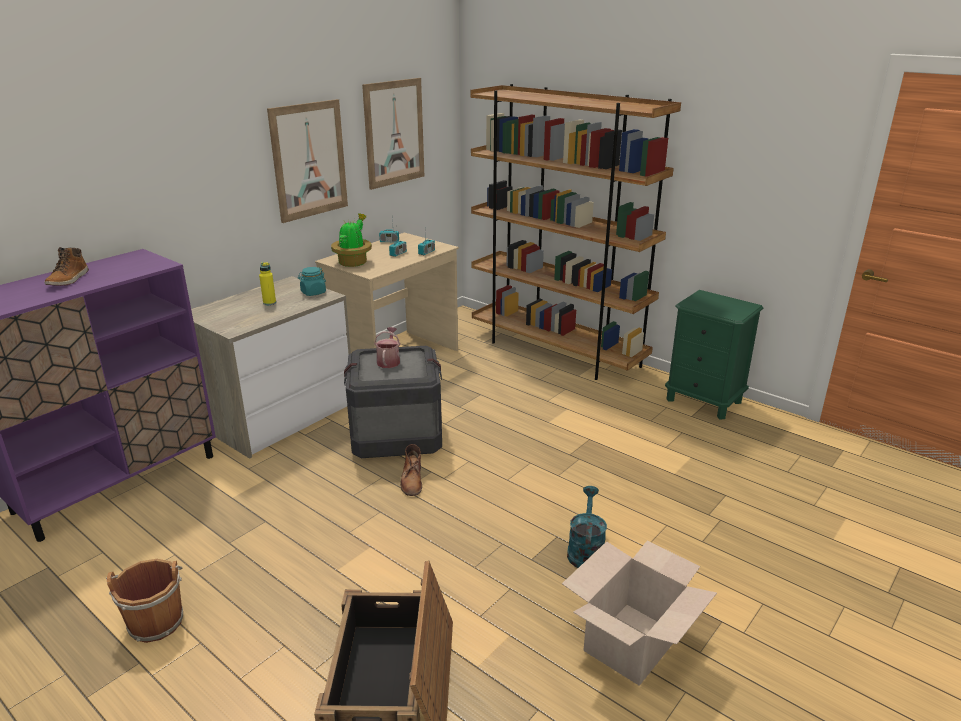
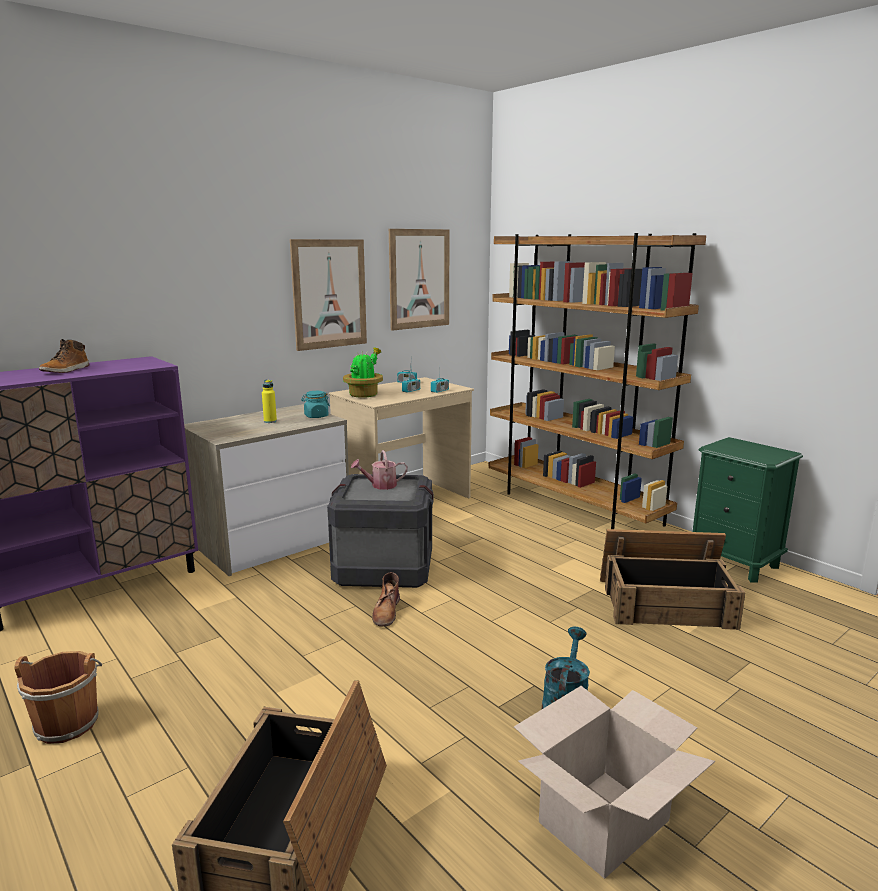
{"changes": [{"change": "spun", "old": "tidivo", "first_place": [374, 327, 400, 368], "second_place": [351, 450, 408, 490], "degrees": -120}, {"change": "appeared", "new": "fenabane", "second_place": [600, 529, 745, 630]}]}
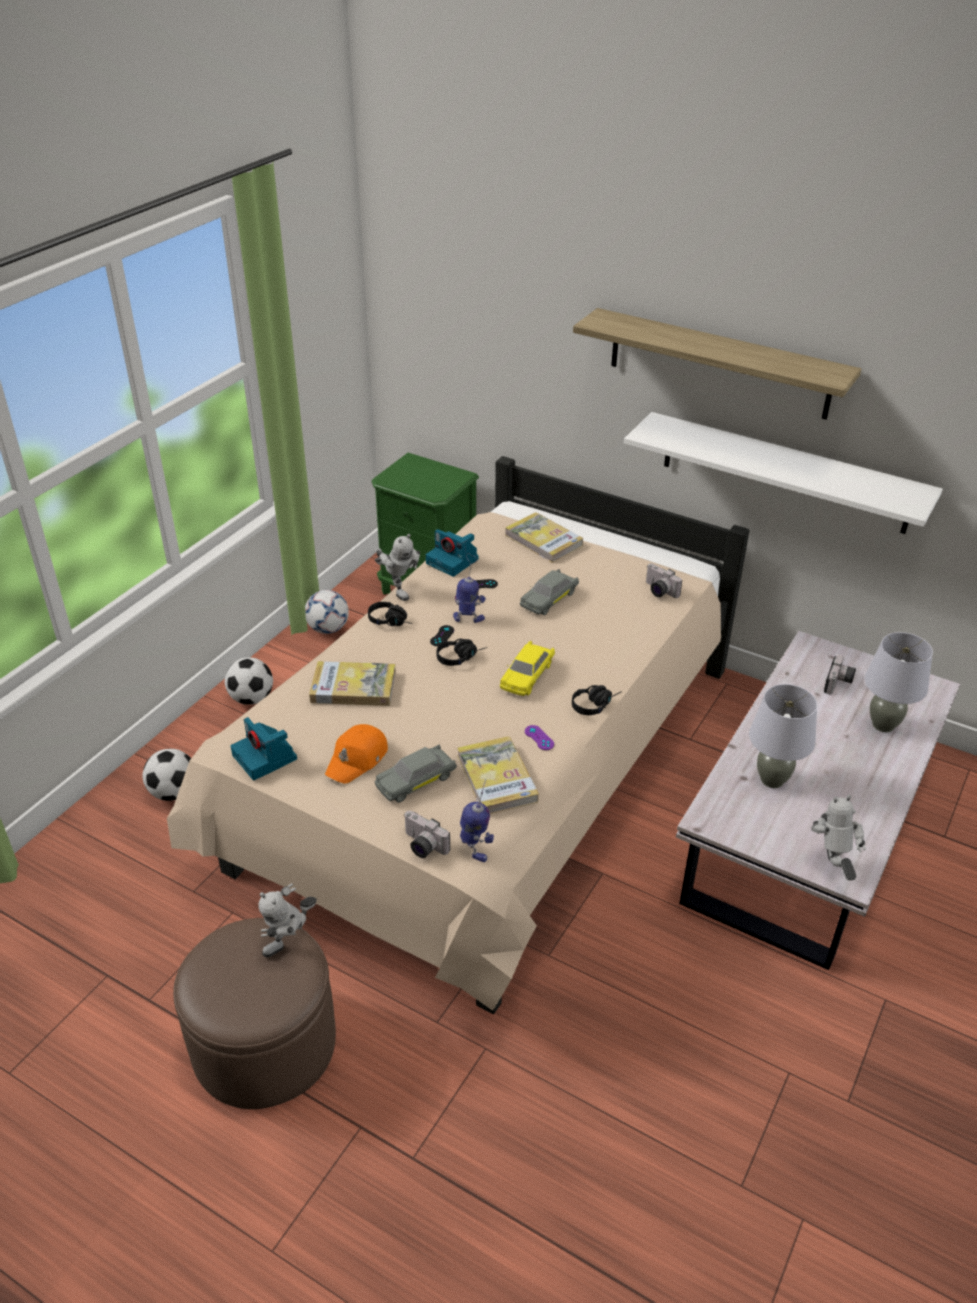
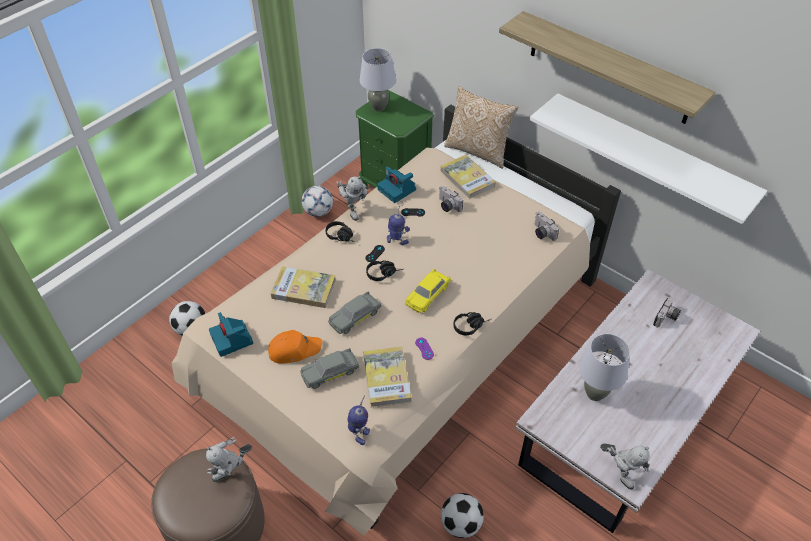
{"changes": [{"change": "relocated", "old": "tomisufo", "first_place": [225, 658, 273, 705], "second_place": [441, 493, 484, 538]}, {"change": "spun", "old": "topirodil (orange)", "first_place": [325, 724, 388, 784], "second_place": [268, 330, 322, 364], "degrees": -150}, {"change": "relocated", "old": "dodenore", "first_place": [404, 811, 450, 858], "second_place": [439, 186, 463, 212]}, {"change": "relocated", "old": "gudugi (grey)", "first_place": [520, 569, 579, 615], "second_place": [328, 291, 381, 334]}, {"change": "spun", "old": "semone", "first_place": [811, 795, 866, 881], "second_place": [600, 443, 650, 490], "degrees": 135}, {"change": "relocated", "old": "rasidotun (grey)", "first_place": [864, 632, 933, 732], "second_place": [360, 48, 396, 111]}, {"change": "appeared", "new": "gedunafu", "second_place": [444, 86, 519, 169]}]}
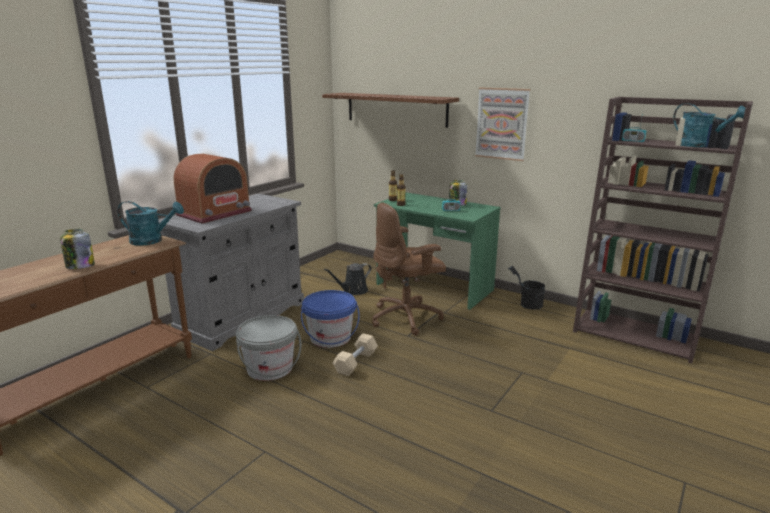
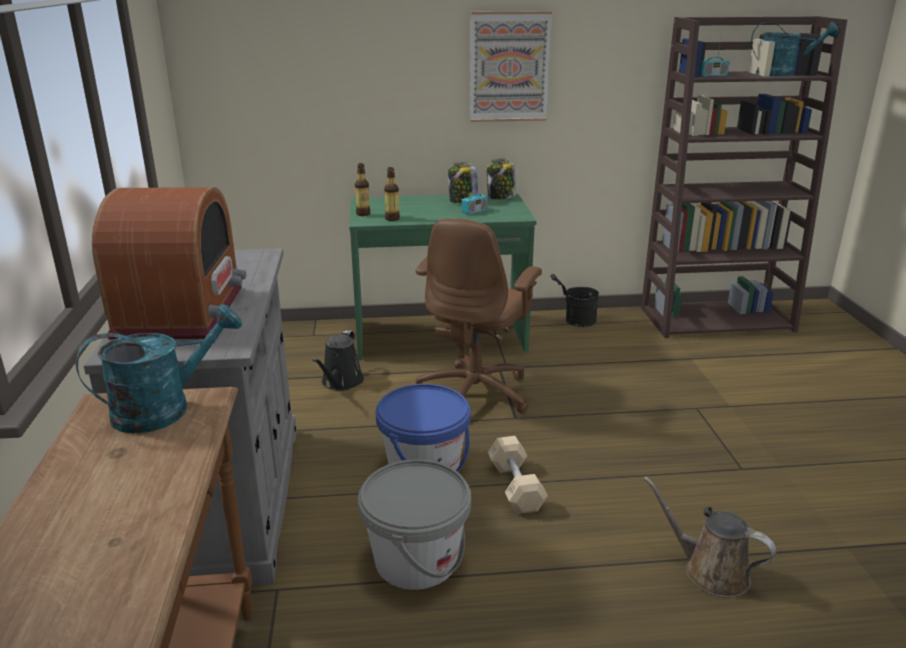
{"changes": [{"change": "relocated", "old": "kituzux", "first_place": [60, 229, 95, 269], "second_place": [487, 159, 516, 199]}, {"change": "missing", "old": "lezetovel", "first_place": [322, 93, 459, 128]}, {"change": "appeared", "new": "tidivo (brown)", "second_place": [644, 477, 776, 598]}]}
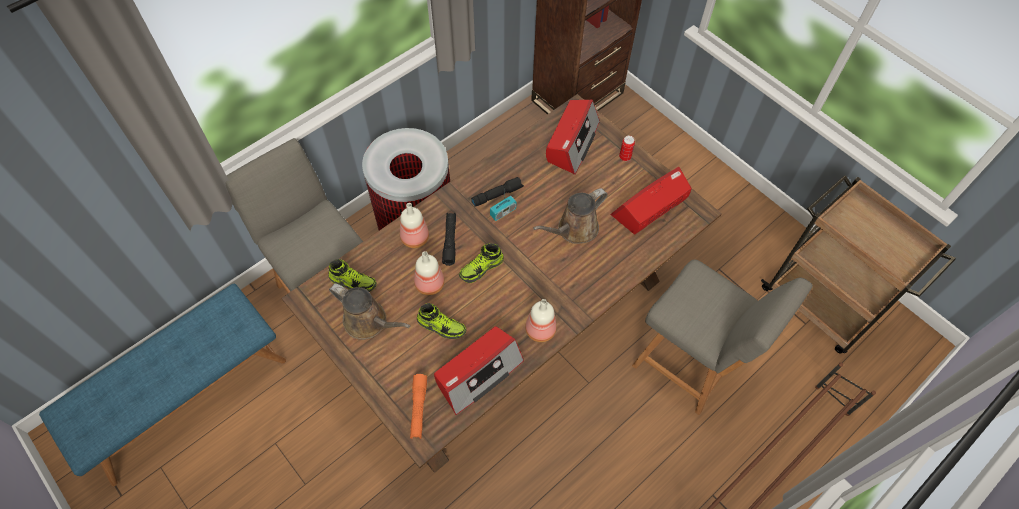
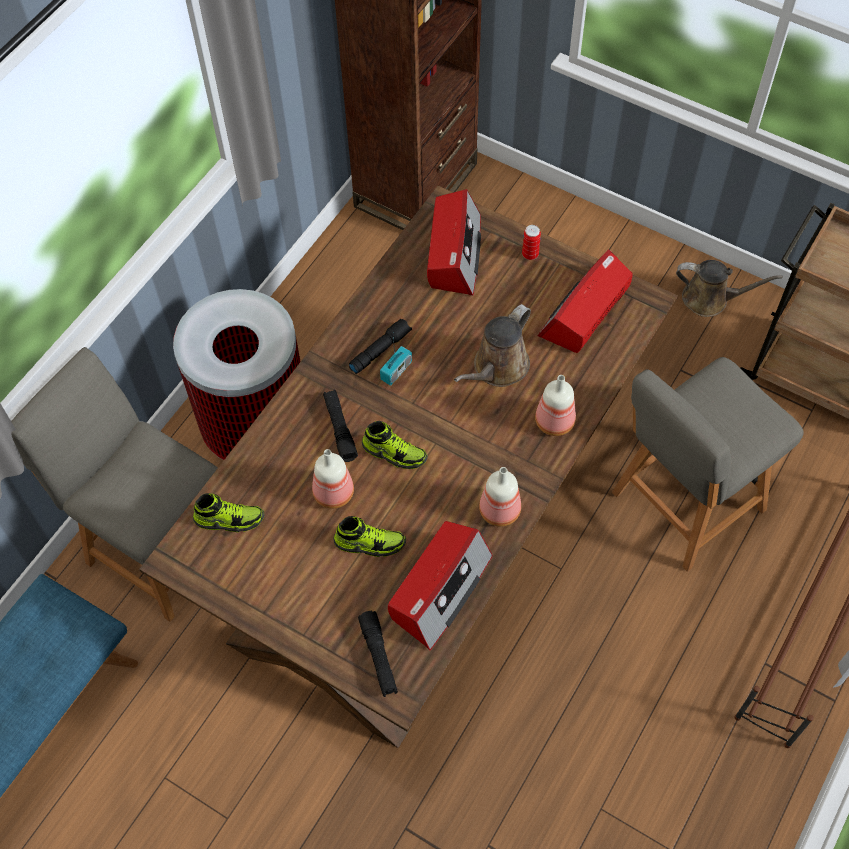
{"changes": [{"change": "relocated", "old": "tidivo (brown)", "first_place": [329, 283, 410, 340], "second_place": [676, 260, 783, 317]}, {"change": "relocated", "old": "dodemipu", "first_place": [400, 203, 429, 248], "second_place": [535, 375, 576, 436]}, {"change": "colour", "old": "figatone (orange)", "new": "figatone (black)", "first_place": [410, 374, 427, 439], "second_place": [358, 611, 398, 697]}, {"change": "spun", "old": "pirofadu", "first_place": [459, 243, 504, 283], "second_place": [362, 421, 428, 469], "degrees": -105}, {"change": "spun", "old": "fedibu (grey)", "first_place": [632, 259, 813, 415], "second_place": [612, 357, 804, 572], "degrees": 120}]}
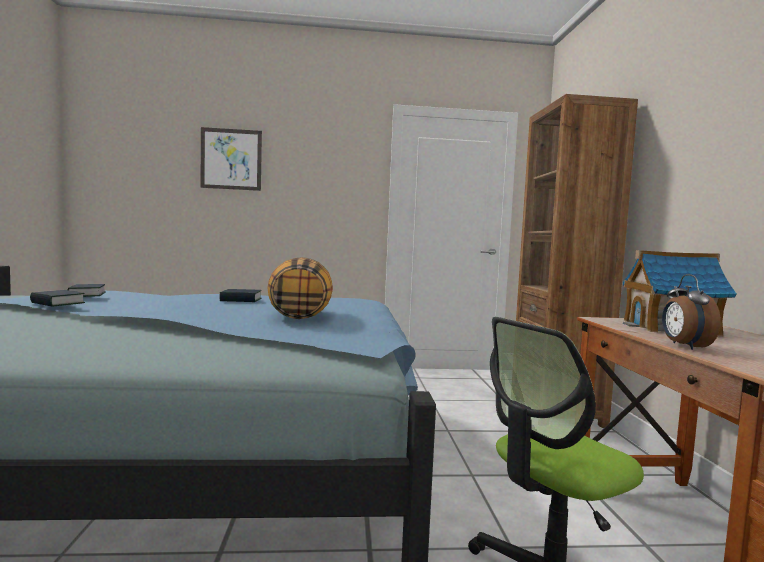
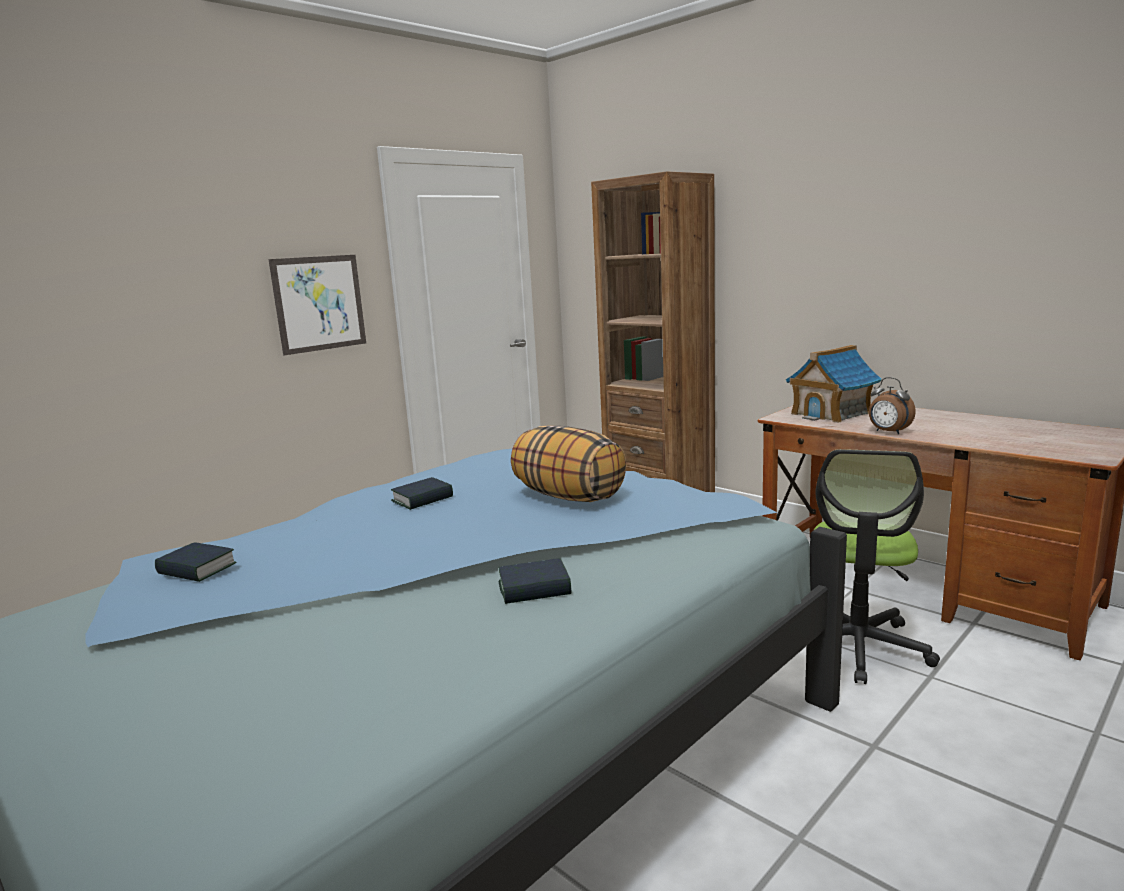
{"changes": [{"change": "relocated", "old": "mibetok", "first_place": [30, 290, 85, 307], "second_place": [499, 558, 571, 604]}, {"change": "relocated", "old": "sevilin", "first_place": [200, 127, 262, 191], "second_place": [268, 255, 366, 355]}]}
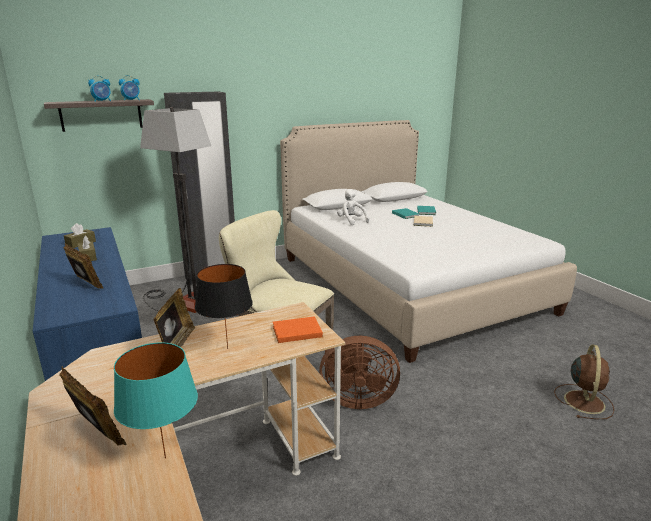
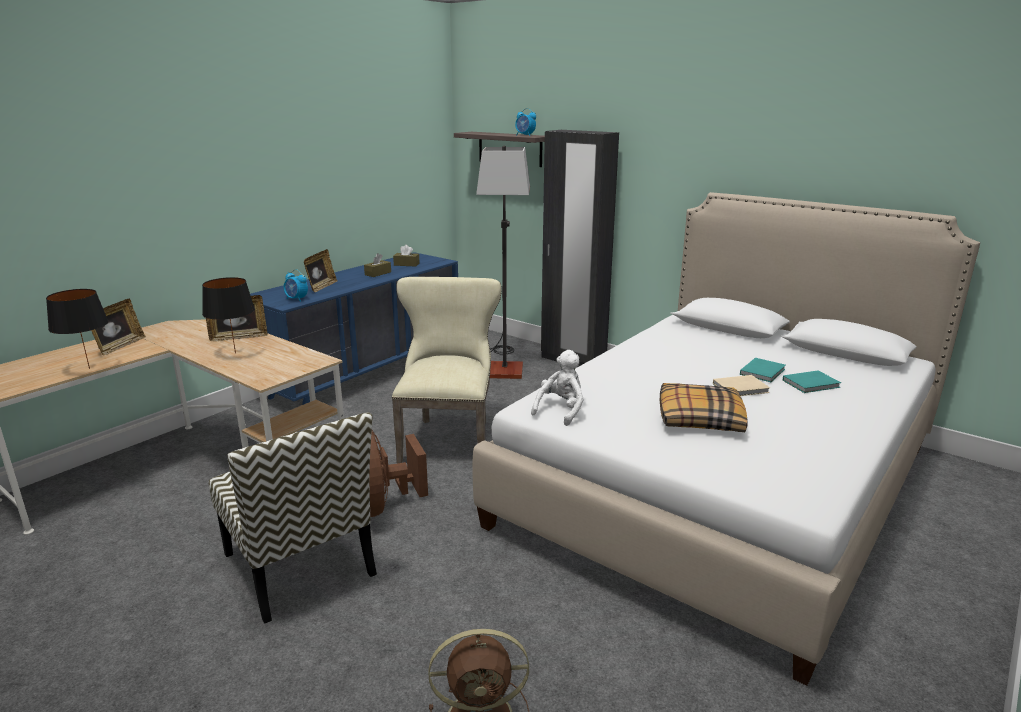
{"changes": [{"change": "relocated", "old": "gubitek", "first_place": [88, 76, 111, 102], "second_place": [284, 269, 308, 302]}, {"change": "colour", "old": "rasidotun (turquoise)", "new": "rasidotun (black)", "first_place": [114, 342, 198, 459], "second_place": [46, 289, 108, 369]}, {"change": "missing", "old": "mibetok (orange)", "first_place": [273, 316, 323, 343]}, {"change": "relocated", "old": "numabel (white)", "first_place": [337, 189, 369, 225], "second_place": [531, 350, 583, 426]}, {"change": "appeared", "new": "fedibu", "second_place": [209, 412, 377, 624]}, {"change": "appeared", "new": "gedunafu", "second_place": [660, 383, 748, 432]}]}
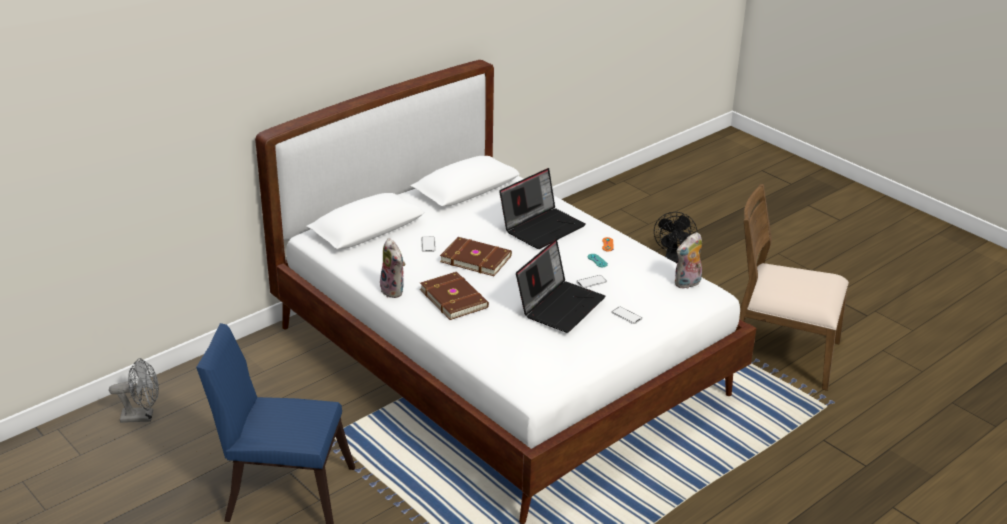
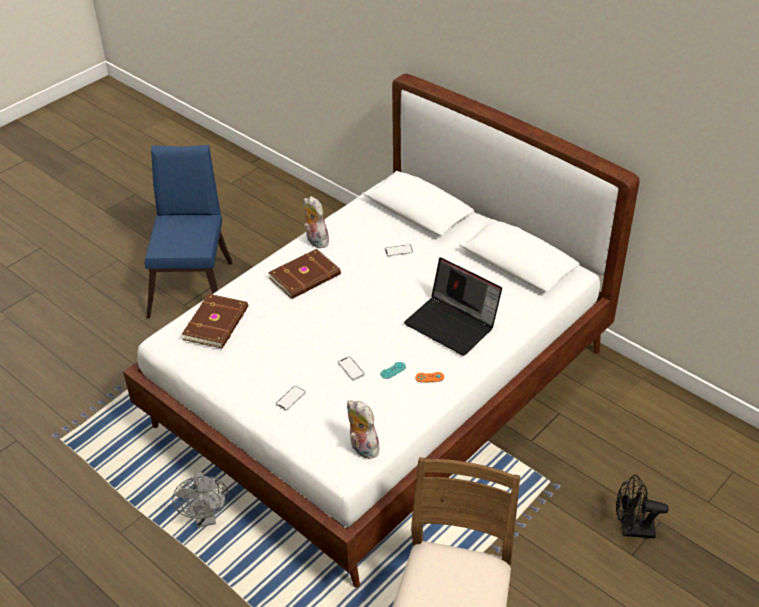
{"changes": [{"change": "relocated", "old": "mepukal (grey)", "first_place": [109, 358, 159, 423], "second_place": [172, 471, 229, 527]}, {"change": "spun", "old": "numabel", "first_place": [380, 238, 406, 298], "second_place": [303, 196, 329, 248], "degrees": 90}, {"change": "relocated", "old": "mibetok (brown)", "first_place": [440, 237, 512, 276], "second_place": [182, 294, 248, 349]}, {"change": "missing", "old": "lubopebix", "first_place": [516, 239, 606, 333]}]}
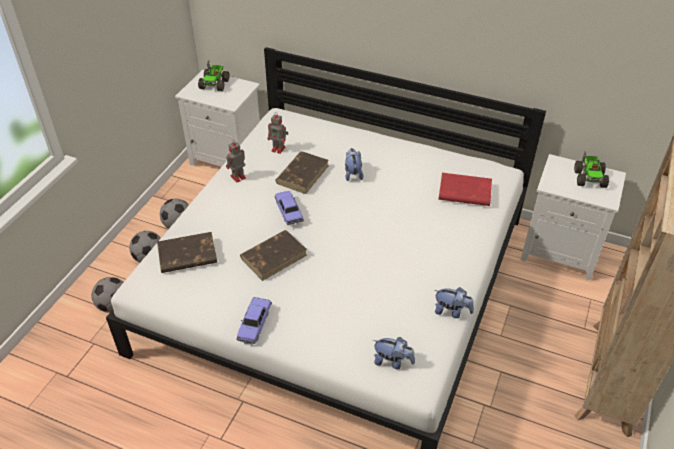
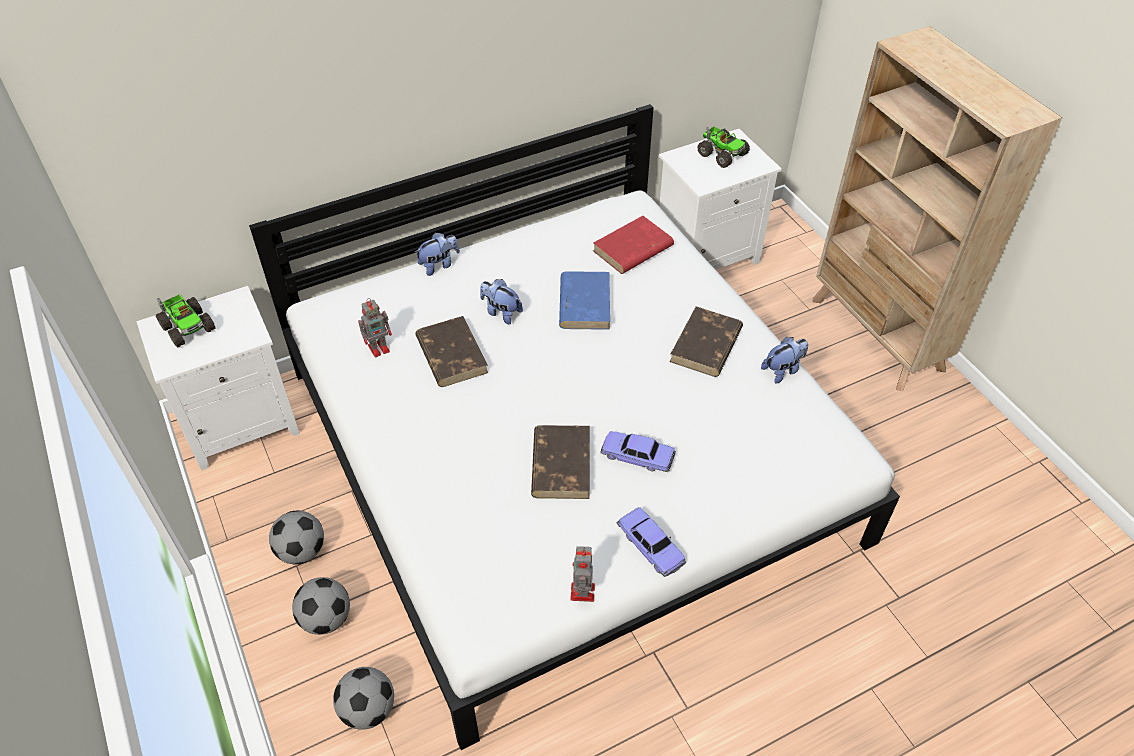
{"changes": [{"change": "relocated", "old": "mibetok (brown)", "first_place": [157, 232, 217, 273], "second_place": [670, 306, 743, 377]}, {"change": "relocated", "old": "semone", "first_place": [226, 141, 246, 183], "second_place": [570, 546, 595, 602]}, {"change": "relocated", "old": "gudugi", "first_place": [275, 191, 304, 225], "second_place": [600, 431, 676, 472]}, {"change": "relocated", "old": "numabel", "first_place": [373, 337, 415, 369], "second_place": [415, 233, 460, 276]}, {"change": "appeared", "new": "mibetok (blue)", "second_place": [559, 271, 610, 330]}]}
